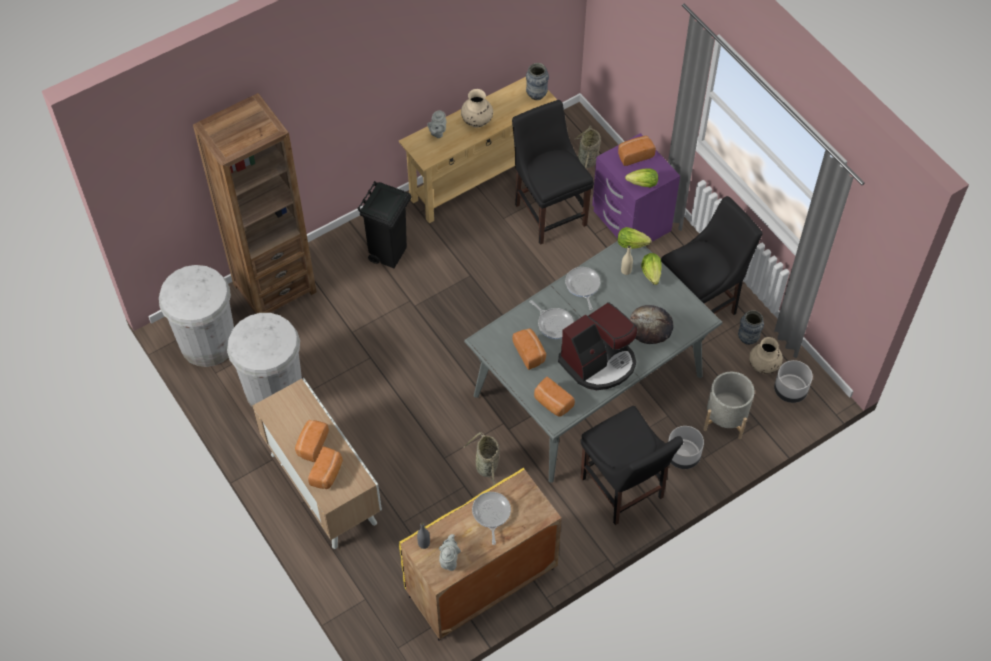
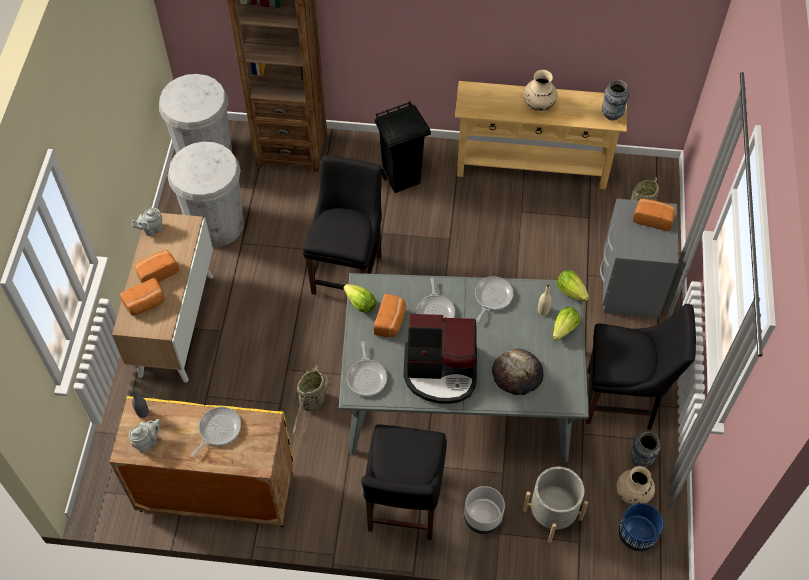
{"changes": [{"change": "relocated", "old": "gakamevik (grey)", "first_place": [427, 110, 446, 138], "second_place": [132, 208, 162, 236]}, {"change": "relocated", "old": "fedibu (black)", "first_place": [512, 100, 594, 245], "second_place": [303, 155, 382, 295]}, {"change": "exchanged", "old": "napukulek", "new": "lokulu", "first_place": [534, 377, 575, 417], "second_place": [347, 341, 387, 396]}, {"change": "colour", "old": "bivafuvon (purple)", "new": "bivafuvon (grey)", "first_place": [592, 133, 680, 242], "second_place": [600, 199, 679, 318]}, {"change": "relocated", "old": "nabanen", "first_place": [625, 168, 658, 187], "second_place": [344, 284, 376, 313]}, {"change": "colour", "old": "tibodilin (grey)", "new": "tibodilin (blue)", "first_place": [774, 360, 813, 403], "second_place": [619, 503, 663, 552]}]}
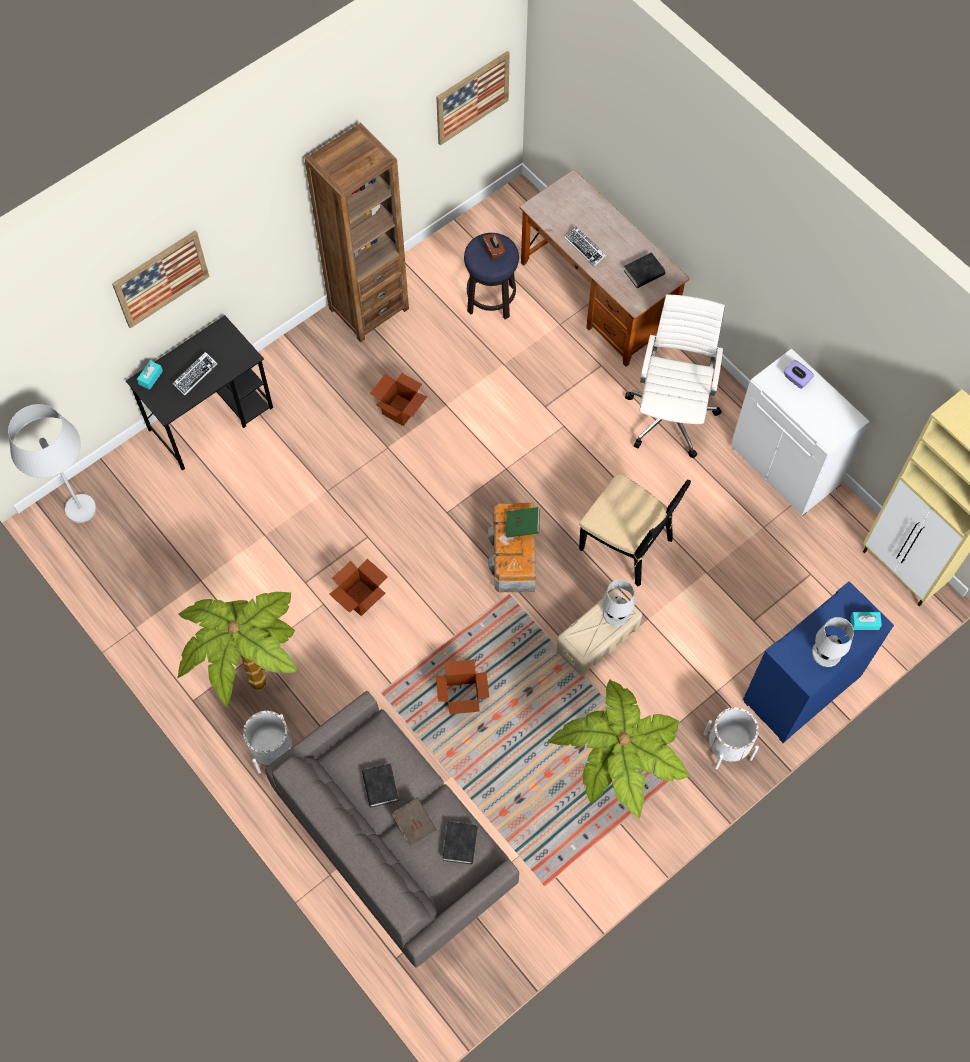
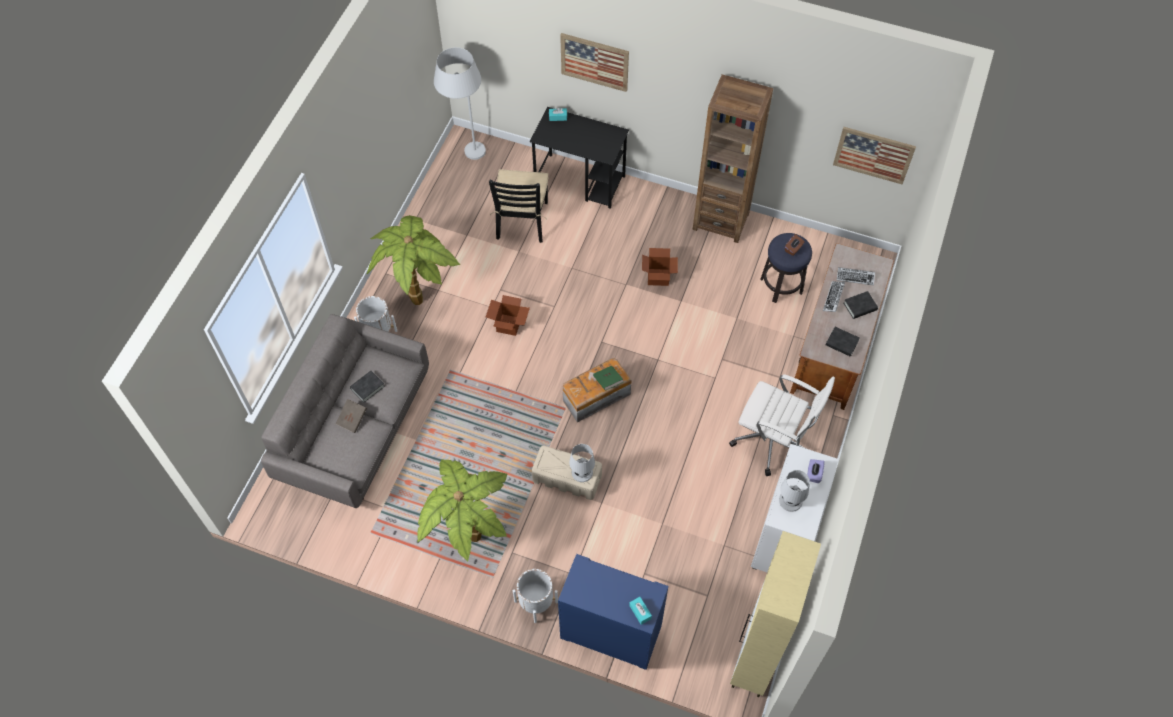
{"changes": [{"change": "relocated", "old": "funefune", "first_place": [172, 352, 217, 396], "second_place": [837, 267, 875, 285]}, {"change": "missing", "old": "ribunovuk", "first_place": [436, 659, 489, 714]}, {"change": "relocated", "old": "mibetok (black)", "first_place": [443, 822, 478, 864], "second_place": [844, 291, 878, 319]}, {"change": "relocated", "old": "fedibu (black)", "first_place": [579, 472, 691, 587], "second_place": [489, 169, 548, 243]}, {"change": "spun", "old": "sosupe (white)", "first_place": [625, 294, 725, 458], "second_place": [729, 374, 835, 476], "degrees": 45}, {"change": "relocated", "old": "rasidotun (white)", "first_place": [812, 617, 854, 667], "second_place": [779, 470, 810, 512]}]}
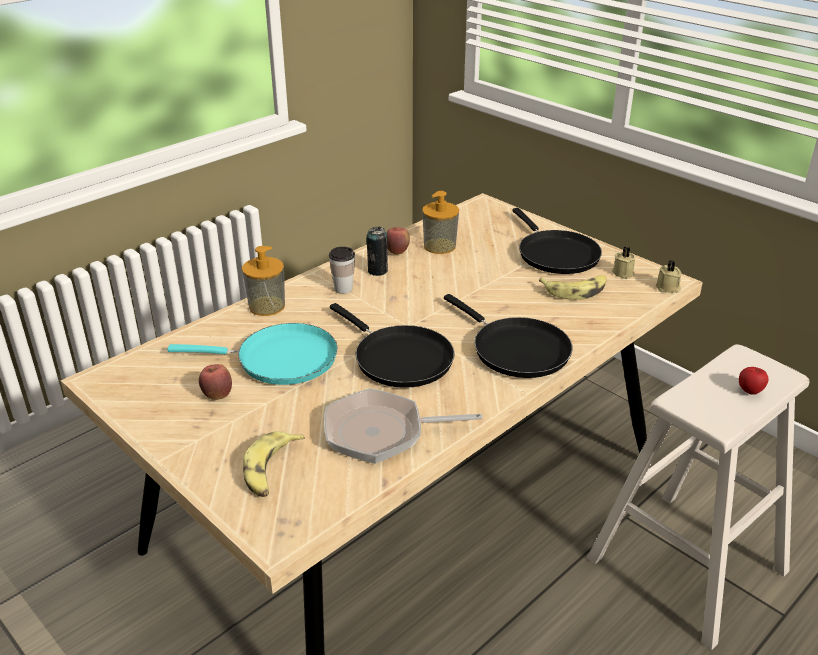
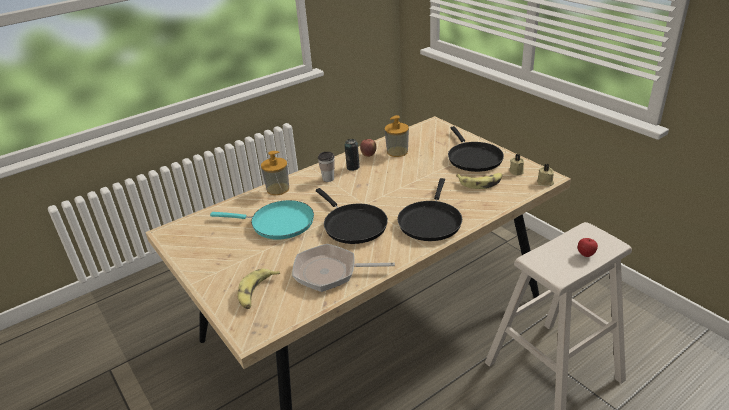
{"changes": [{"change": "missing", "old": "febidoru", "first_place": [199, 364, 232, 400]}, {"change": "spun", "old": "lokulu (black)", "first_place": [444, 294, 573, 378], "second_place": [397, 178, 462, 241], "degrees": 45}]}
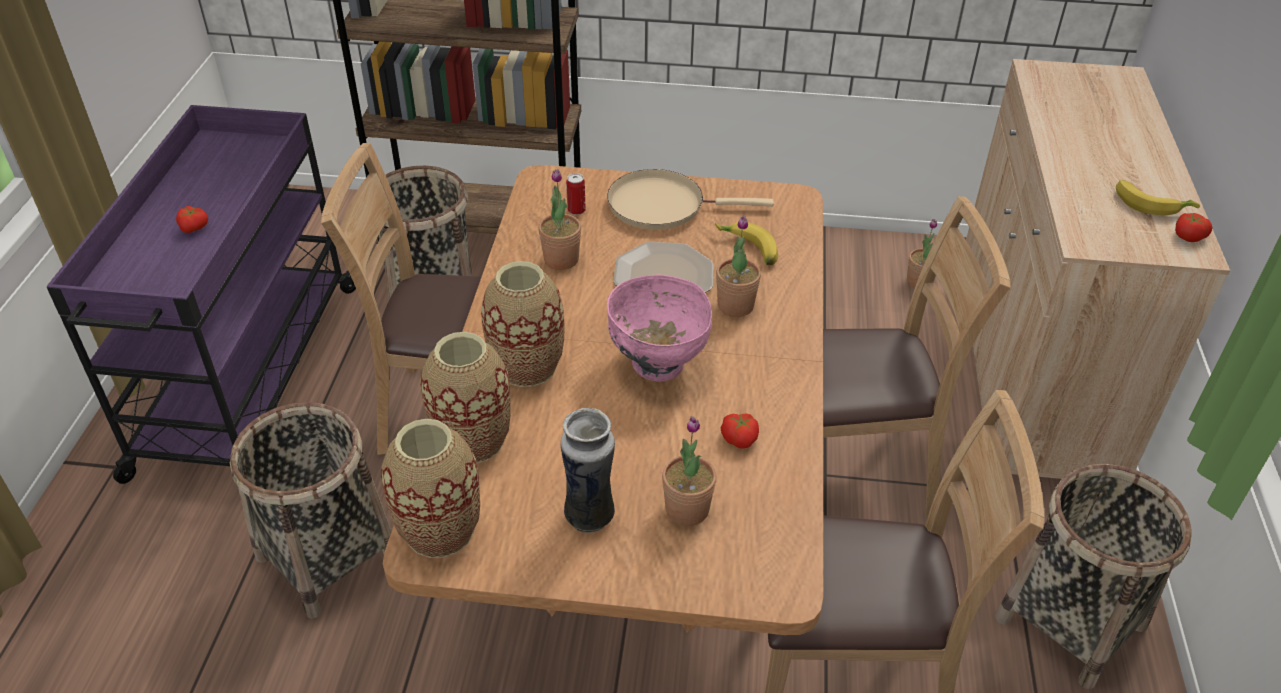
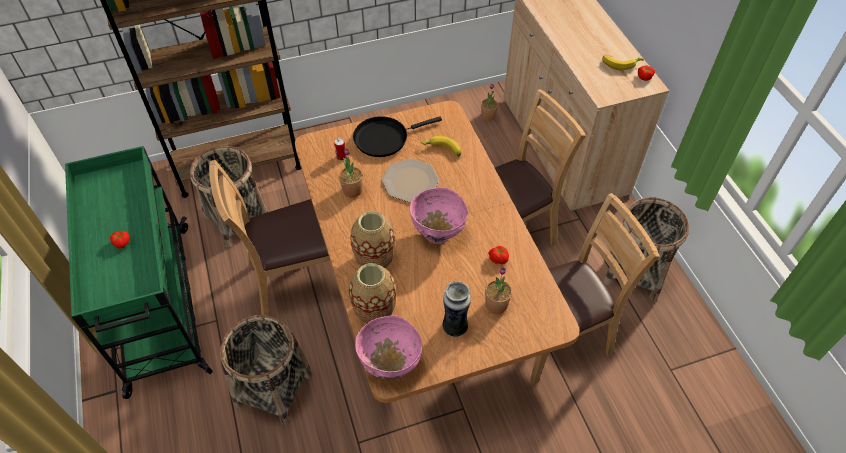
{"changes": [{"change": "colour", "old": "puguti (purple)", "new": "puguti (green)", "first_place": [47, 105, 356, 484], "second_place": [65, 146, 213, 399]}, {"change": "exchanged", "old": "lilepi", "new": "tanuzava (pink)", "first_place": [381, 419, 480, 558], "second_place": [355, 315, 422, 379]}, {"change": "colour", "old": "lokulu (beige)", "new": "lokulu (black)", "first_place": [607, 169, 774, 230], "second_place": [353, 116, 442, 157]}, {"change": "missing", "old": "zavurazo", "first_place": [716, 215, 761, 317]}]}
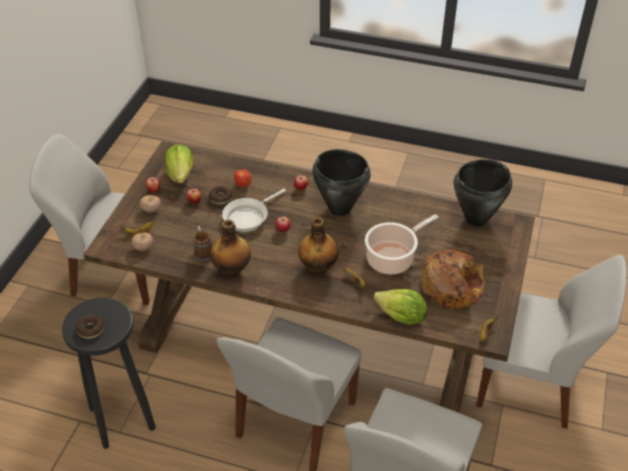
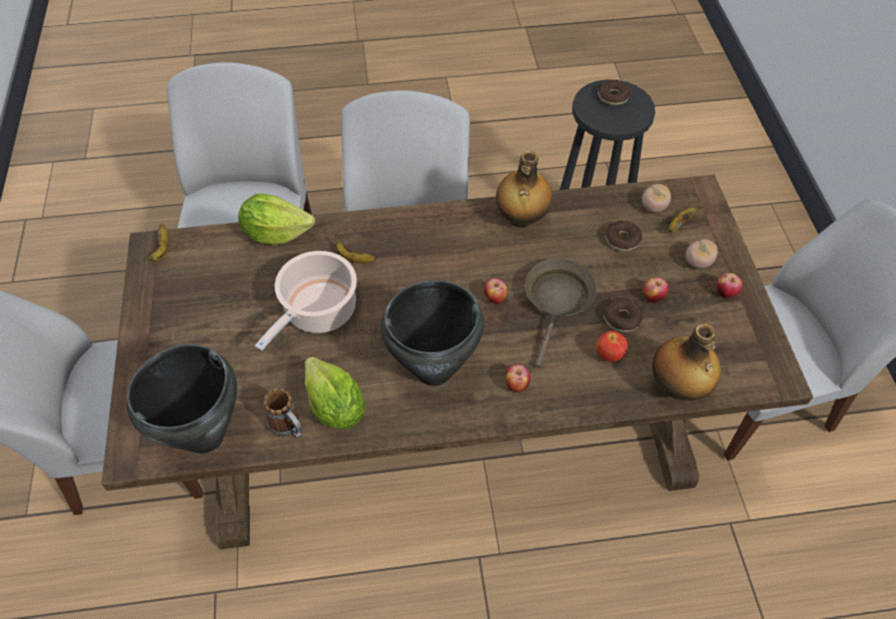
{"changes": [{"change": "relocated", "old": "nabanen", "first_place": [165, 144, 193, 183], "second_place": [305, 357, 365, 429]}, {"change": "relocated", "old": "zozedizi", "first_place": [194, 226, 212, 262], "second_place": [264, 389, 302, 438]}, {"change": "colour", "old": "lokulu (white)", "new": "lokulu (brown)", "first_place": [222, 189, 286, 232], "second_place": [525, 259, 597, 368]}, {"change": "relocated", "old": "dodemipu", "first_place": [298, 217, 339, 275], "second_place": [652, 324, 721, 401]}, {"change": "missing", "old": "napukulek", "first_place": [421, 250, 485, 310]}, {"change": "appeared", "new": "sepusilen", "second_place": [606, 221, 642, 251]}]}
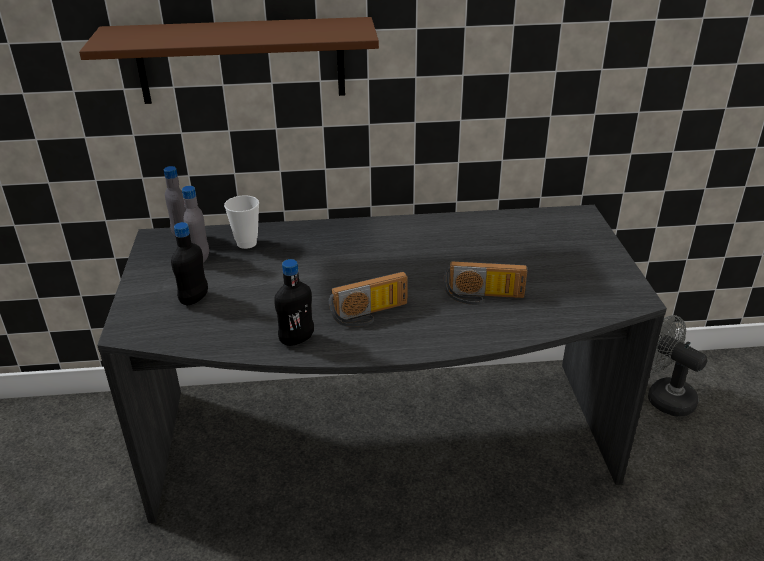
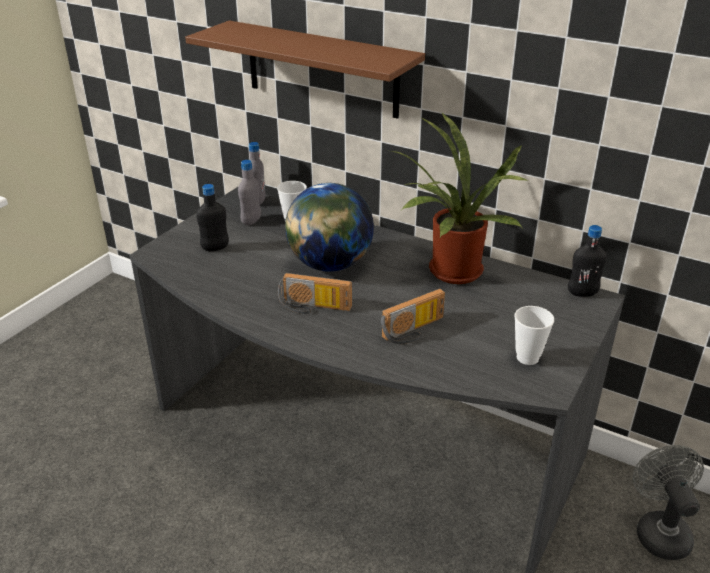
{"changes": [{"change": "relocated", "old": "dodemipu (black)", "first_place": [274, 259, 314, 346], "second_place": [568, 225, 607, 297]}, {"change": "spun", "old": "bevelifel", "first_place": [444, 261, 527, 305], "second_place": [381, 288, 445, 344], "degrees": -75}, {"change": "appeared", "new": "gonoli", "second_place": [285, 183, 374, 272]}, {"change": "appeared", "new": "zavurazo", "second_place": [391, 112, 528, 284]}, {"change": "appeared", "new": "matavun", "second_place": [514, 306, 554, 365]}]}
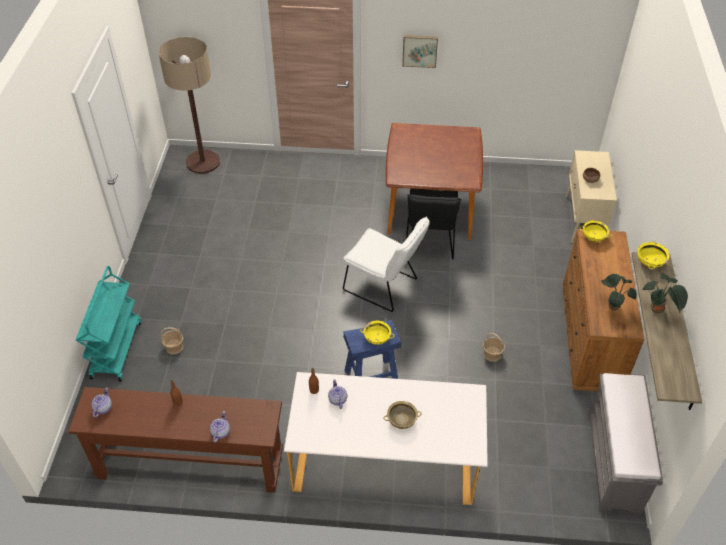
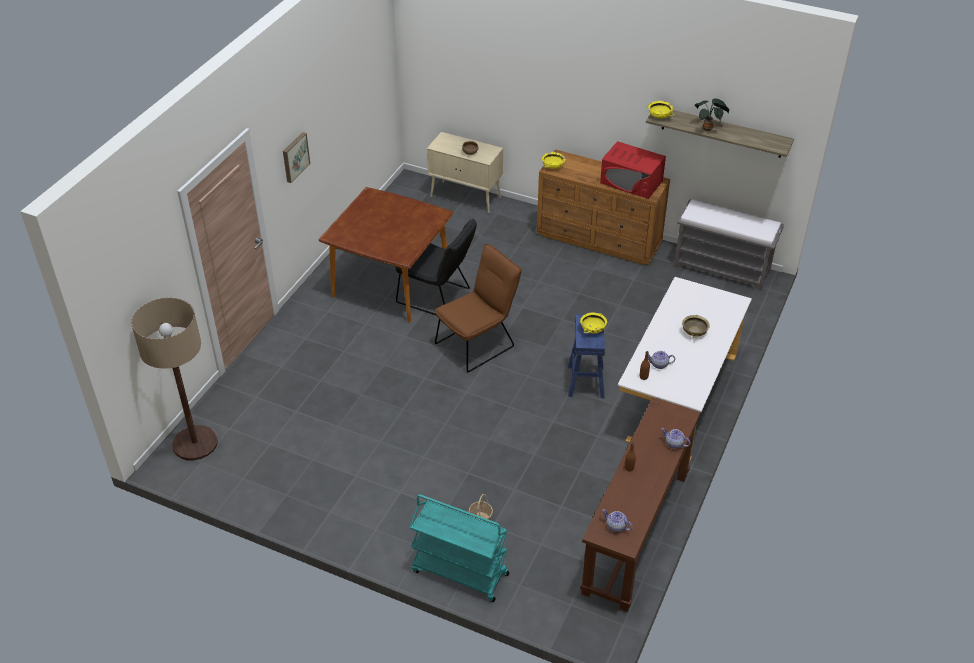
{"changes": [{"change": "colour", "old": "fedibu (white)", "new": "fedibu (brown)", "first_place": [343, 216, 430, 312], "second_place": [435, 244, 522, 372]}, {"change": "missing", "old": "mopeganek", "first_place": [483, 333, 505, 362]}, {"change": "exchanged", "old": "zavurazo", "new": "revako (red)", "first_place": [601, 274, 637, 311], "second_place": [600, 141, 666, 199]}]}
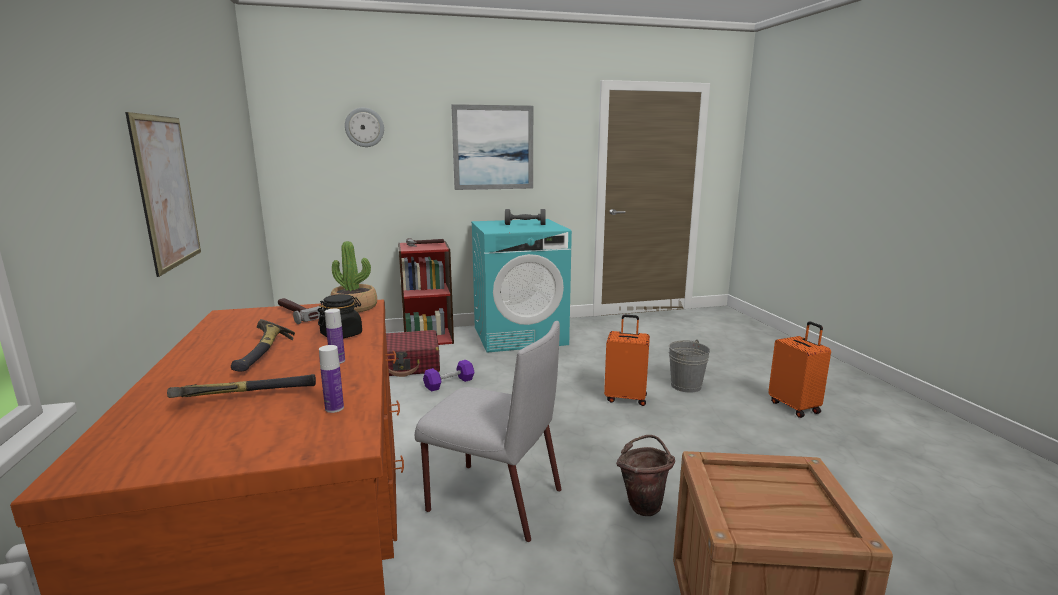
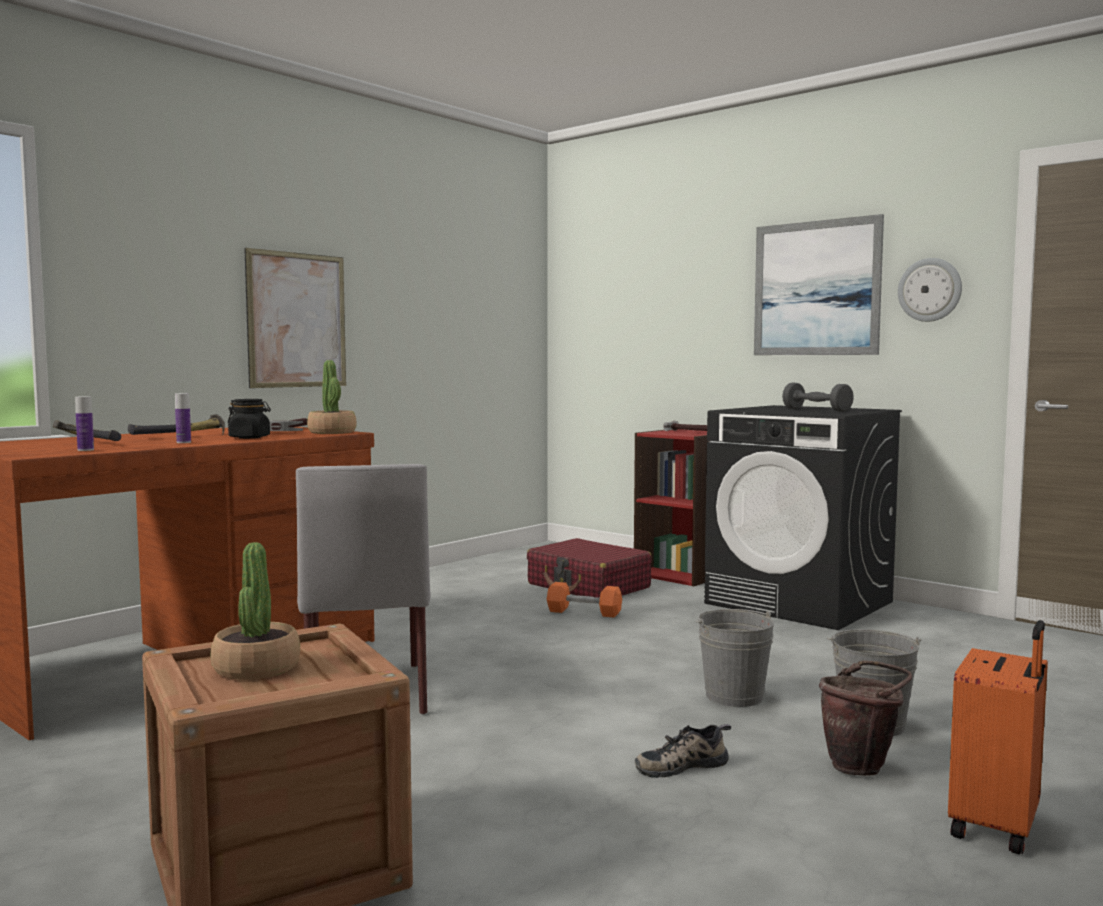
{"changes": [{"change": "relocated", "old": "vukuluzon", "first_place": [345, 108, 384, 147], "second_place": [898, 258, 962, 322]}, {"change": "colour", "old": "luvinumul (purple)", "new": "luvinumul (orange)", "first_place": [423, 360, 474, 392], "second_place": [547, 582, 622, 618]}, {"change": "colour", "old": "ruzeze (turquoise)", "new": "ruzeze (black)", "first_place": [471, 219, 572, 353], "second_place": [704, 405, 902, 630]}, {"change": "exchanged", "old": "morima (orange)", "new": "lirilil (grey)", "first_place": [604, 315, 650, 406], "second_place": [696, 609, 774, 707]}, {"change": "relocated", "old": "lirilil (brown)", "first_place": [616, 435, 675, 516], "second_place": [819, 660, 912, 776]}, {"change": "appeared", "new": "zavurazo", "second_place": [211, 542, 300, 680]}, {"change": "appeared", "new": "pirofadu", "second_place": [635, 724, 731, 778]}]}
